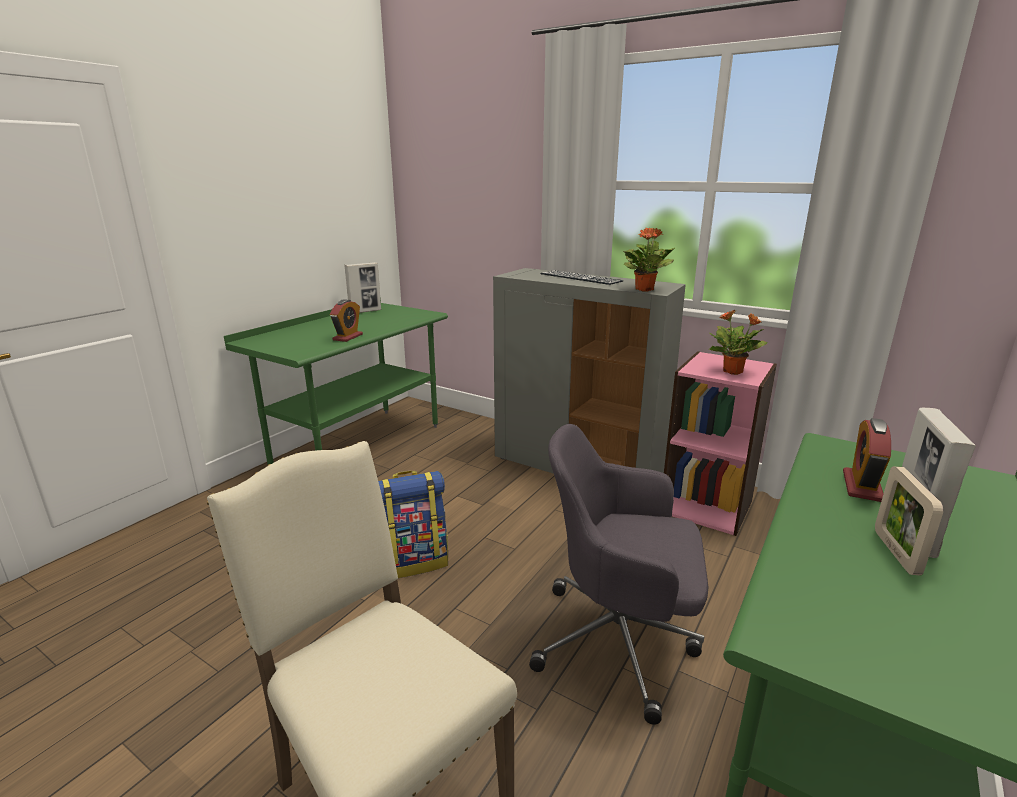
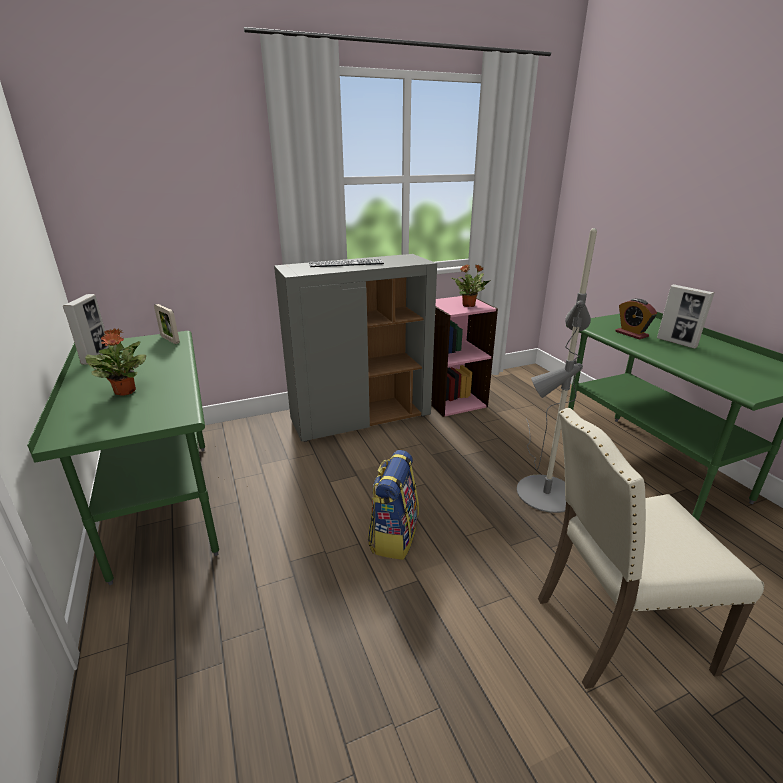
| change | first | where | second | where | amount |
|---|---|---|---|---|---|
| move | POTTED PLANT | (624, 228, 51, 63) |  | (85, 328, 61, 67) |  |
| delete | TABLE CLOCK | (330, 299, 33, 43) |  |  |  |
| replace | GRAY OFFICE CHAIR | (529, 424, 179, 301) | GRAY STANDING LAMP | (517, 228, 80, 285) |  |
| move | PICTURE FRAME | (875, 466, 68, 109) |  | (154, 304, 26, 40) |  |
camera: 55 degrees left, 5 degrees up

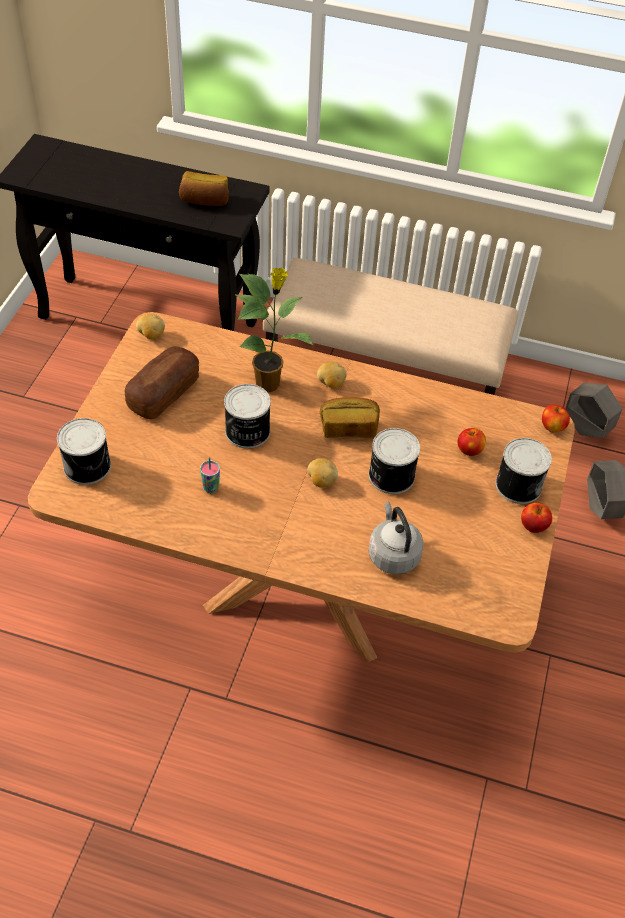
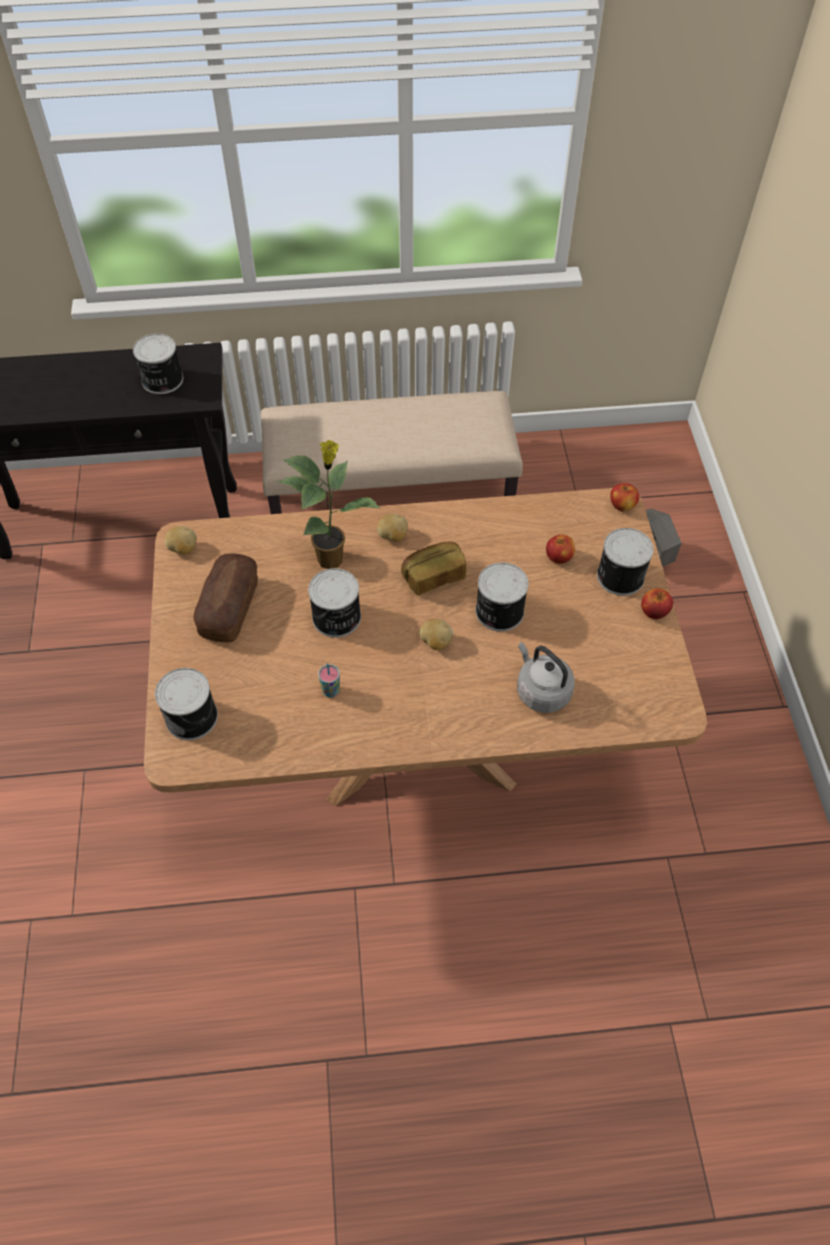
| change | first | where | second | where | amount |
|---|---|---|---|---|---|
| replace | BAKERY BREAD | (179, 171, 50, 35) | SEALED CAN | (133, 334, 50, 60) |  |
| delete | GRAY PLANT POT | (565, 383, 58, 55) |  |  |  |
camera: 20 degrees left, 5 degrees up

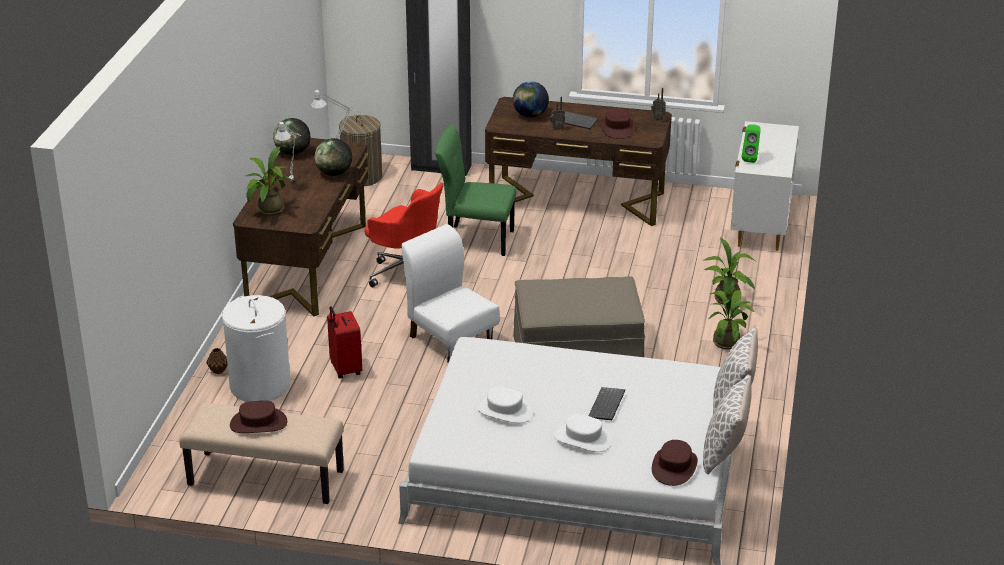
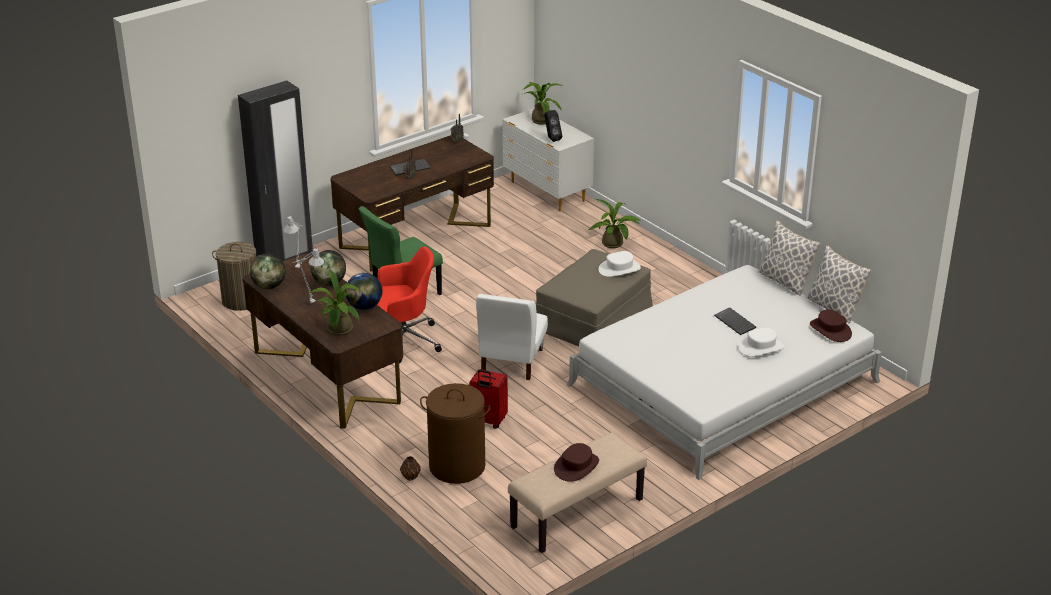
| change | first | where | second | where | amount |
|---|---|---|---|---|---|
| move | DESK GLOBE | (513, 81, 36, 37) |  | (345, 273, 38, 37) |  |
| delete | BROWN-COLOURED HAT | (600, 108, 35, 31) |  |  |  |
| recolor | GREEN-COLOURED SPEAKER | (742, 124, 19, 39) | BLACK SPEAKER | (544, 110, 18, 32) |  |
| rotate | WHITE CHAIR | (402, 224, 98, 139) |  | (476, 294, 72, 86) | 75 degrees counterclockwise |
| move | POTTED PLANT | (708, 290, 46, 59) |  | (524, 82, 39, 43) |  |
| recolor | WHITE LAUNDRY BASKET | (222, 295, 68, 107) | BROWN-COLOURED LAUNDRY BASKET | (420, 383, 71, 101) |  |
| move | WHITE HAT | (477, 387, 56, 36) |  | (598, 251, 43, 26) |  |
camera: 50 degrees left, 0 degrees up

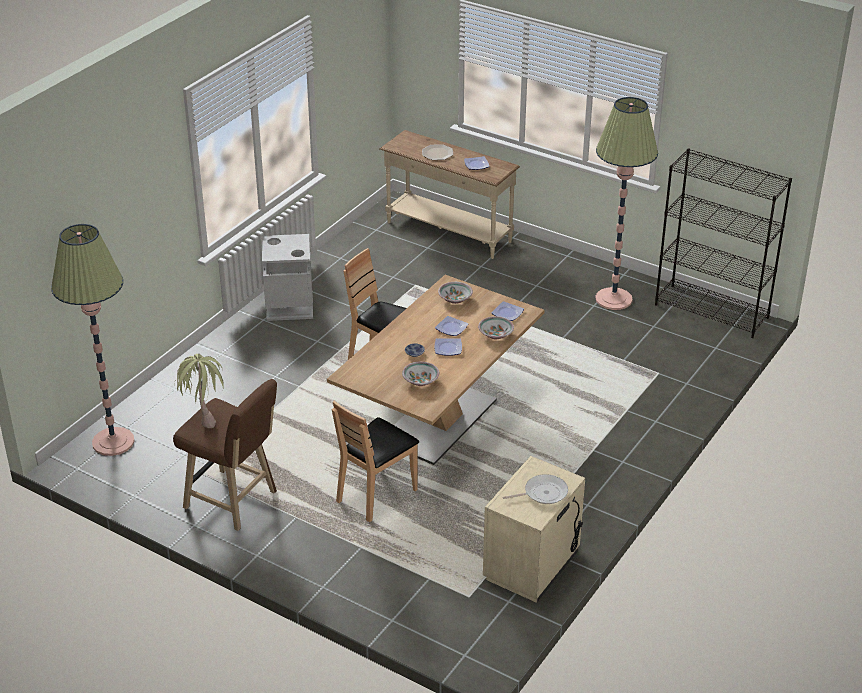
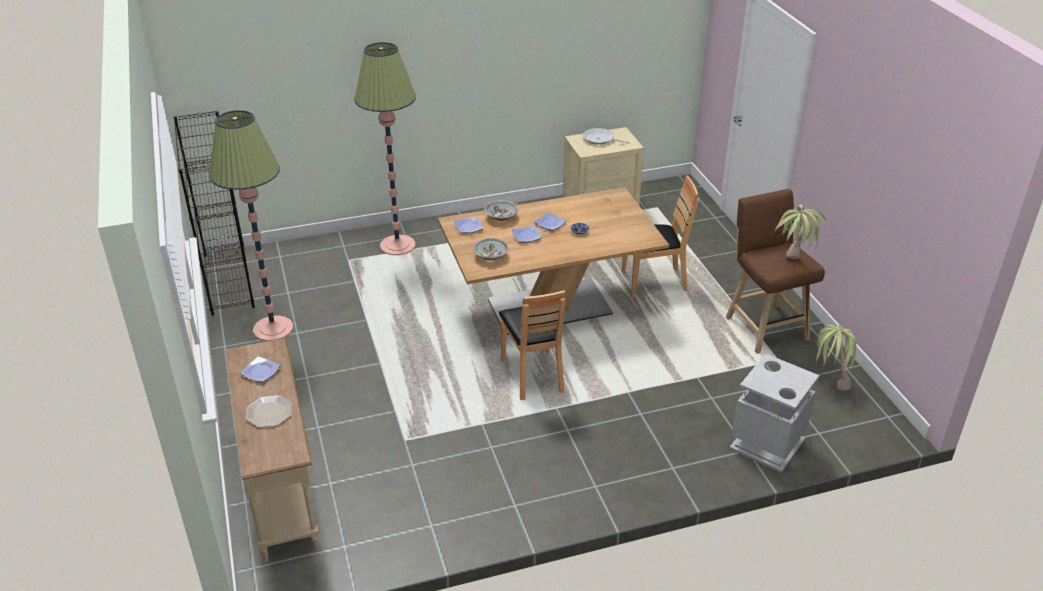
| change | first | where | second | where | amount |
|---|---|---|---|---|---|
| move | STANDING LAMP | (51, 224, 83, 232) |  | (354, 42, 62, 213) |  |
| move | GRAY WASTE BIN | (262, 234, 51, 87) |  | (729, 353, 90, 120) |  |
| delete | DEEP DISH | (402, 362, 37, 24) |  |  |  |
| insert |  |  | POTTED PLANT | (816, 325, 43, 66) |  |
camera: 140 degrees left, 0 degrees up

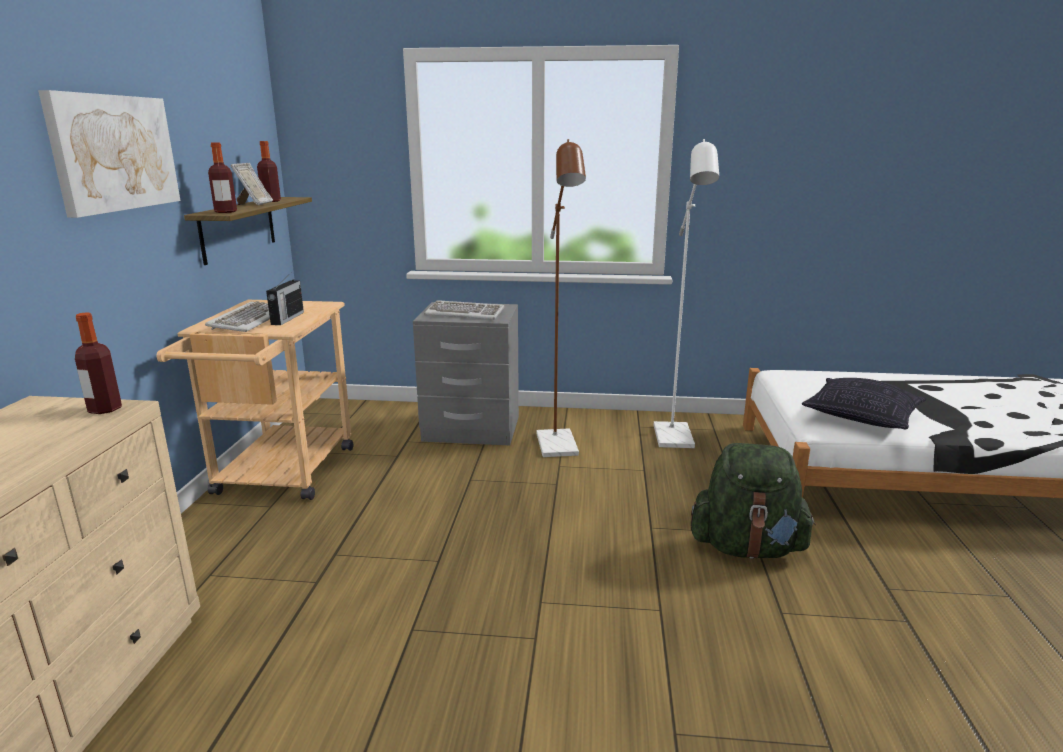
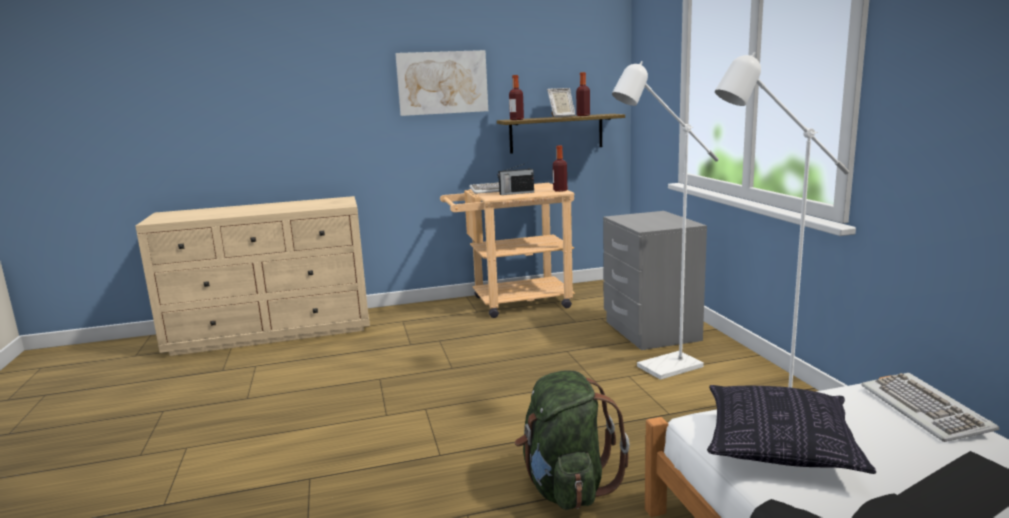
| change | first | where | second | where | amount |
|---|---|---|---|---|---|
| recolor | BROWN-COLOURED STANDING LAMP | (537, 139, 49, 318) | WHITE STANDING LAMP | (612, 61, 107, 319) |  |
| move | KEYBOARD | (424, 300, 81, 19) |  | (862, 373, 137, 69) |  |
| move | BEVERAGE BOTTLE | (75, 312, 47, 102) |  | (553, 145, 14, 47) |  |
camera: 70 degrees right, 5 degrees down

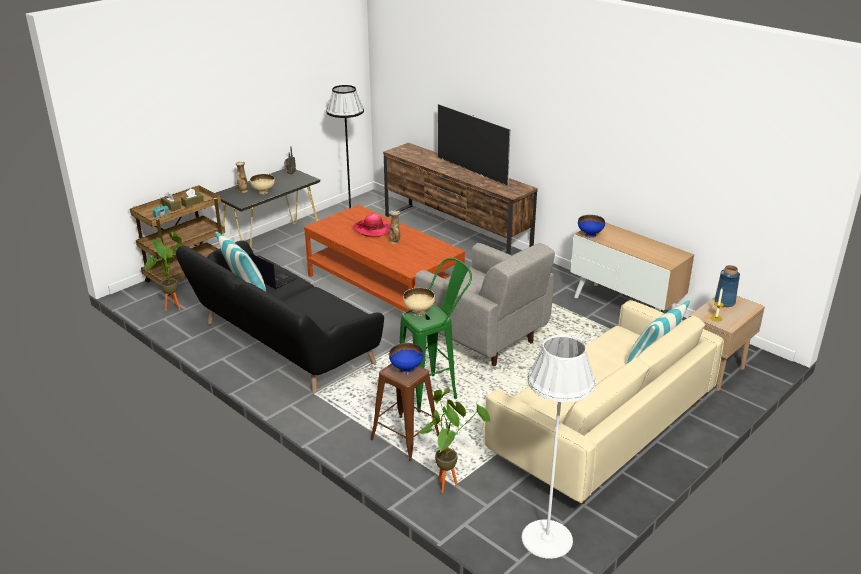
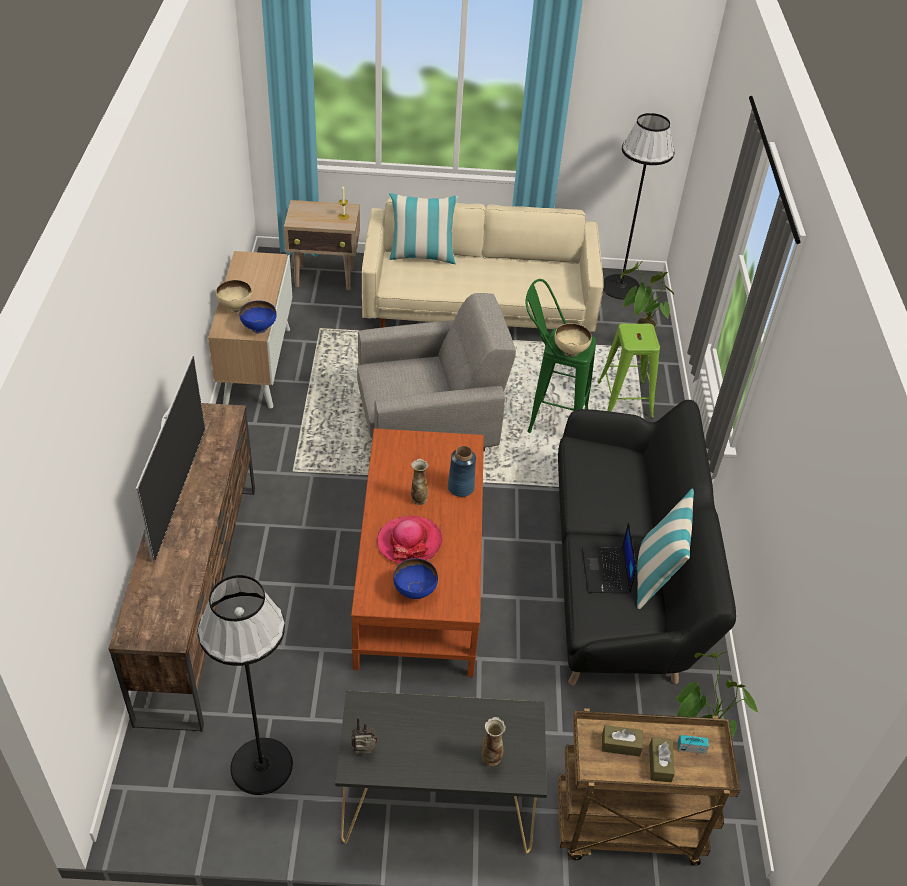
| change | first | where | second | where | amount |
|---|---|---|---|---|---|
| move | BEIGE DEEP DISH | (250, 174, 25, 20) |  | (216, 280, 36, 32) |  |
| rotate | GRAY EASY CHAIR | (415, 243, 140, 123) |  | (357, 293, 159, 158) | 75 degrees clockwise |
| move | BLUE VASE | (715, 265, 25, 42) |  | (448, 446, 28, 51) |  |
| recolor | WHITE STANDING LAMP | (522, 335, 74, 224) | BLACK STANDING LAMP | (603, 113, 71, 187) |  |
| move | BLUE DEEP DISH | (389, 343, 34, 31) |  | (393, 558, 45, 41) |  |
| recolor | BROWN-COLOURED SITTING STOOL | (370, 363, 69, 98) | GREEN-COLOURED SITTING STOOL | (597, 323, 63, 95) |  |
camera: 135 degrees left, 15 degrees up

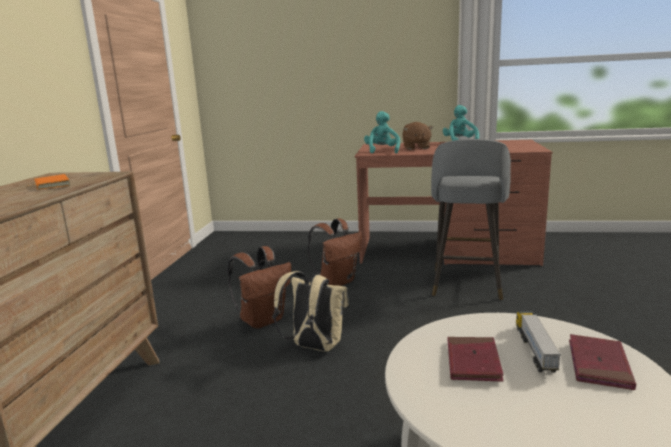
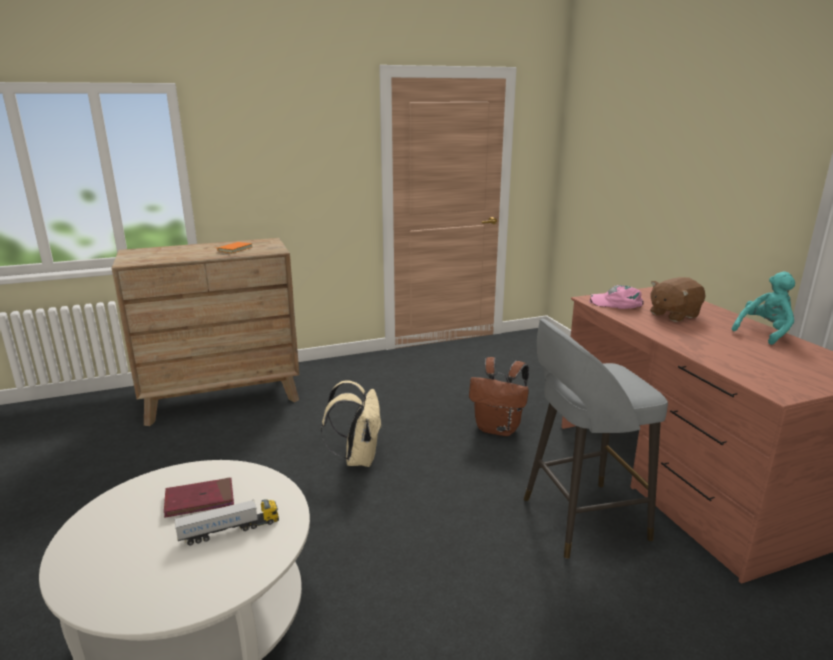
| change | first | where | second | where | amount |
|---|---|---|---|---|---|
| replace | BLUE-GREEN SOFT TOY | (364, 111, 36, 43) | PINK-COLOURED PEAKED CAP | (589, 285, 55, 24) |  |
| delete | BROWN-COLOURED KNAPSACK | (227, 246, 64, 83) |  |  |  |
| delete | REDDISH BOOK | (569, 334, 67, 56) |  |  |  |
camera: 60 degrees right, 5 degrees up

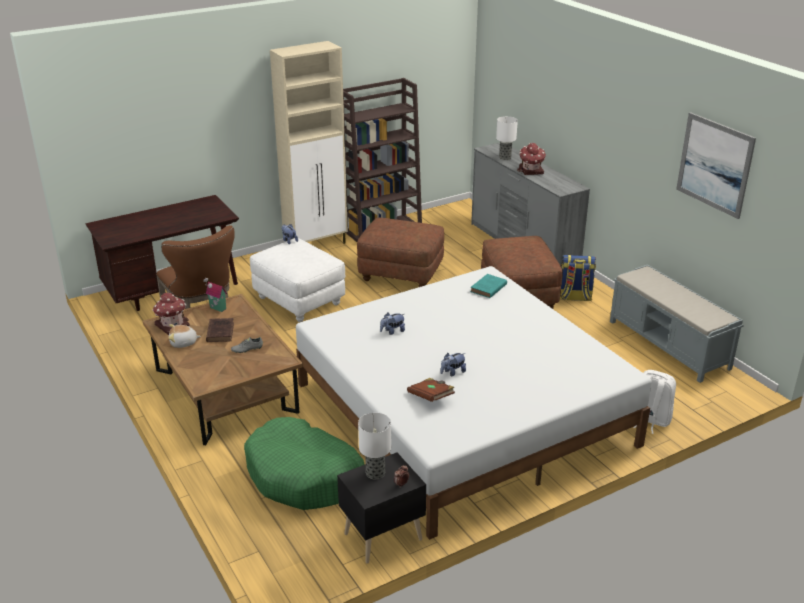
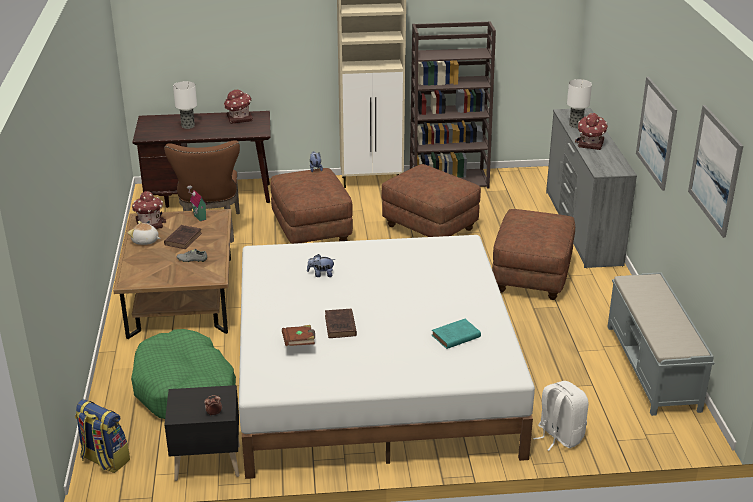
| change | first | where | second | where | amount |
|---|---|---|---|---|---|
| recolor | WHITE OTTOMAN | (250, 238, 95, 84) | BROWN-COLOURED OTTOMAN | (271, 168, 82, 76) |  |
| move | KNAPSACK | (560, 255, 36, 46) |  | (75, 399, 55, 74) |  |
| move | BLUE-GREEN BOOK | (470, 274, 37, 24) |  | (432, 319, 49, 30) |  |
| replace | SOFT TOY | (440, 353, 26, 23) | BROWN-COLOURED BOOK | (325, 308, 32, 30) |  |
| move | TABLETOP LAMP | (358, 413, 33, 66) |  | (173, 81, 24, 48) |  |
| insert |  |  | PICTURE | (636, 77, 41, 114) |  |
| insert |  |  | MODEL HOUSE | (224, 89, 29, 35) |  |
camera: 25 degrees right, 0 degrees up

